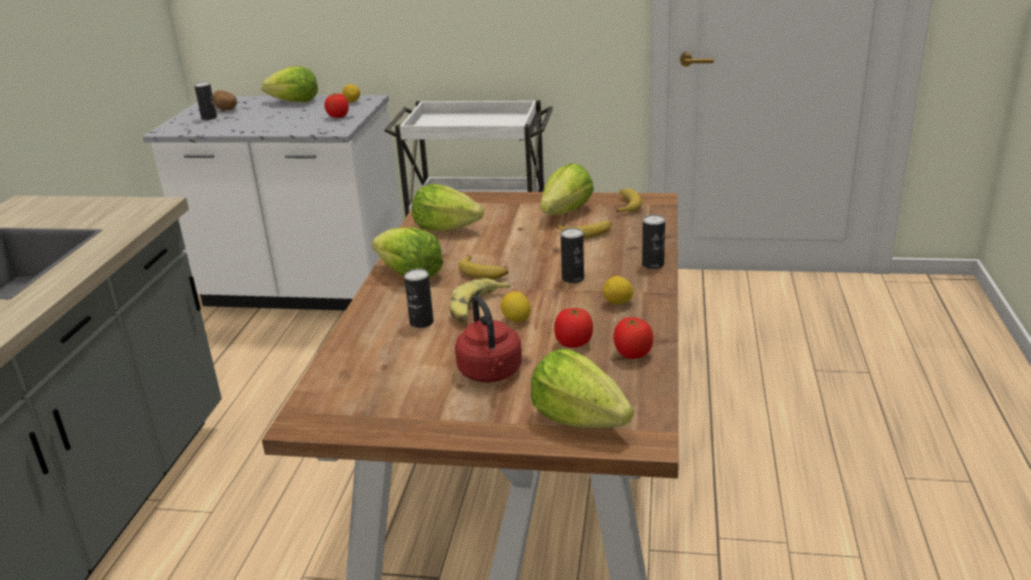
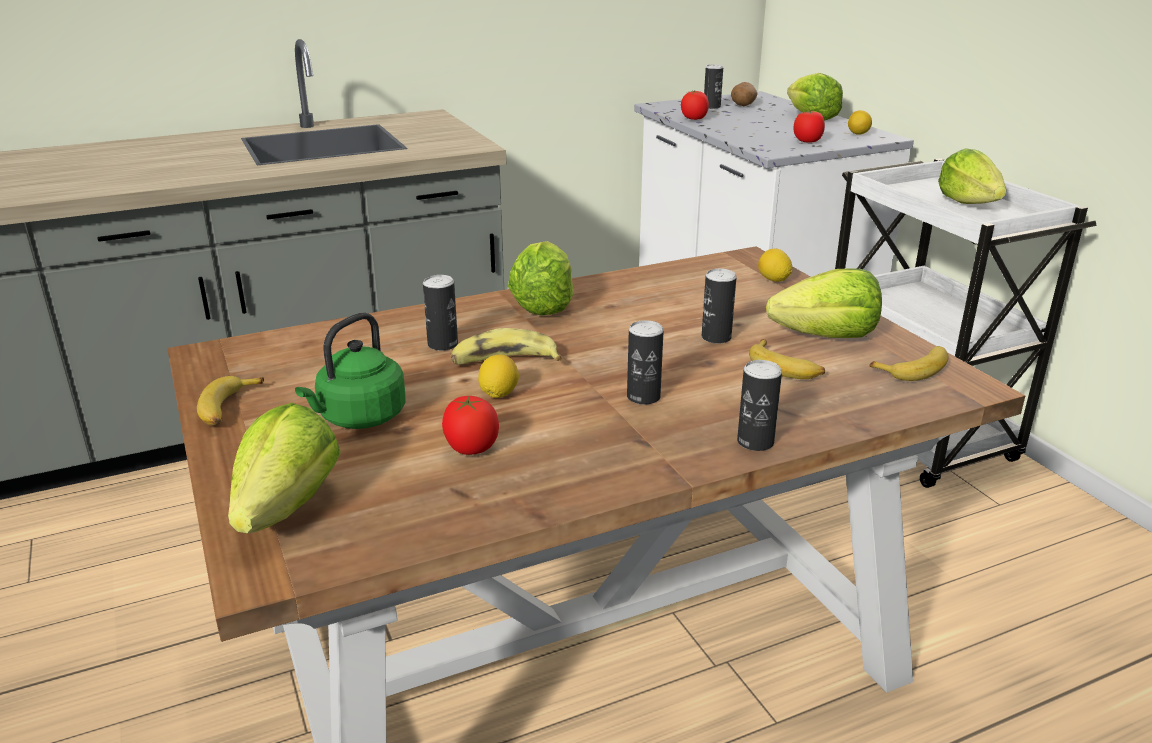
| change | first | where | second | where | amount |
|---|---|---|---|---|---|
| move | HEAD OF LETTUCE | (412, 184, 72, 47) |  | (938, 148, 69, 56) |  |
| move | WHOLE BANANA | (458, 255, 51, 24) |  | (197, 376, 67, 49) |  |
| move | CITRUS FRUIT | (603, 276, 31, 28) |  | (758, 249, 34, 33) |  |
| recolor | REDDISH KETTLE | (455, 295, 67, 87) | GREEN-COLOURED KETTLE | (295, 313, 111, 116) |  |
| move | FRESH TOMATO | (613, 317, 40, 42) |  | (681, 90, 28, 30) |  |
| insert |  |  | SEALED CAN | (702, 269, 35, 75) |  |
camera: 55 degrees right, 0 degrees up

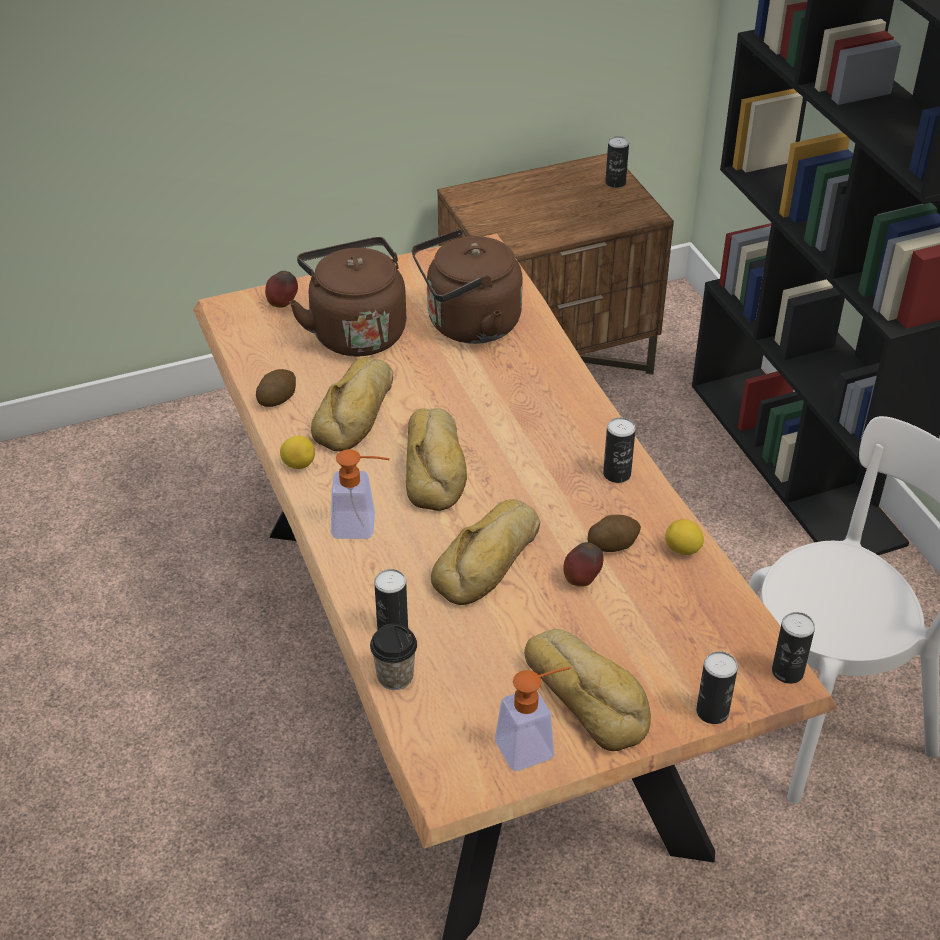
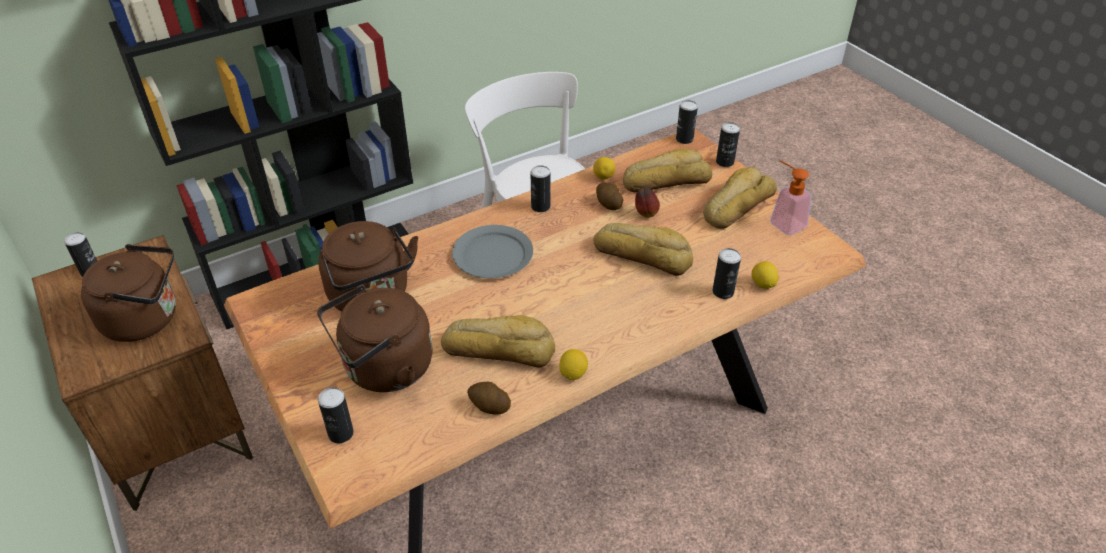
| change | first | where | second | where | amount |
|---|---|---|---|---|---|
| replace | APPLE | (265, 271, 33, 37) | SEALED CAN | (318, 387, 36, 56) |  |
| move | BAKERY BREAD | (406, 408, 61, 103) |  | (623, 148, 89, 44) |  |
| delete | SOAP DISPENSER | (331, 449, 59, 90) |  |  |  |
| replace | DRINKING CUP | (370, 624, 47, 66) | CITRUS FRUIT | (752, 261, 26, 28) |  |
| insert |  |  | GRAY PLATE | (452, 225, 81, 53) |  |
| insert |  |  | BROWN-COLOURED KETTLE | (81, 244, 95, 98) |  |
camera: 100 degrees left, 0 degrees up

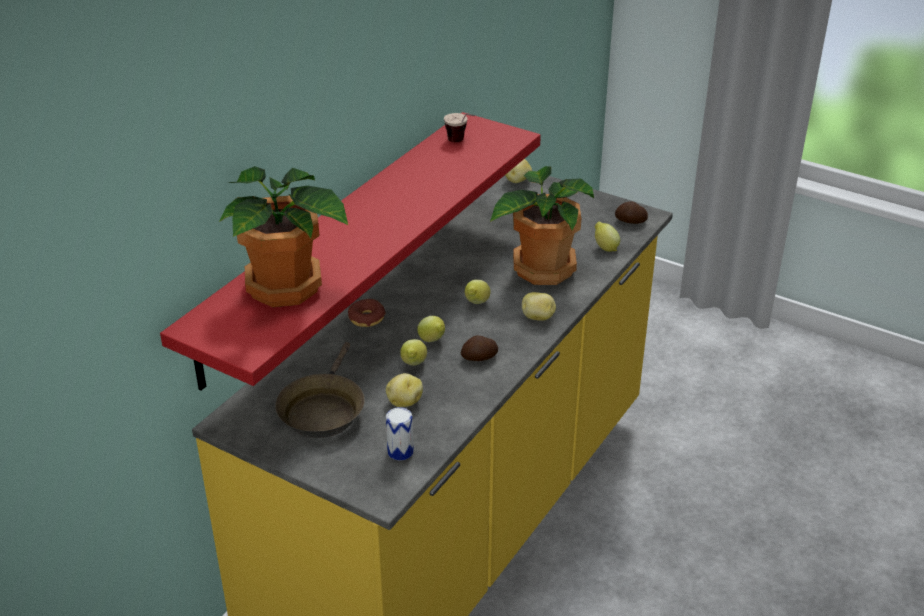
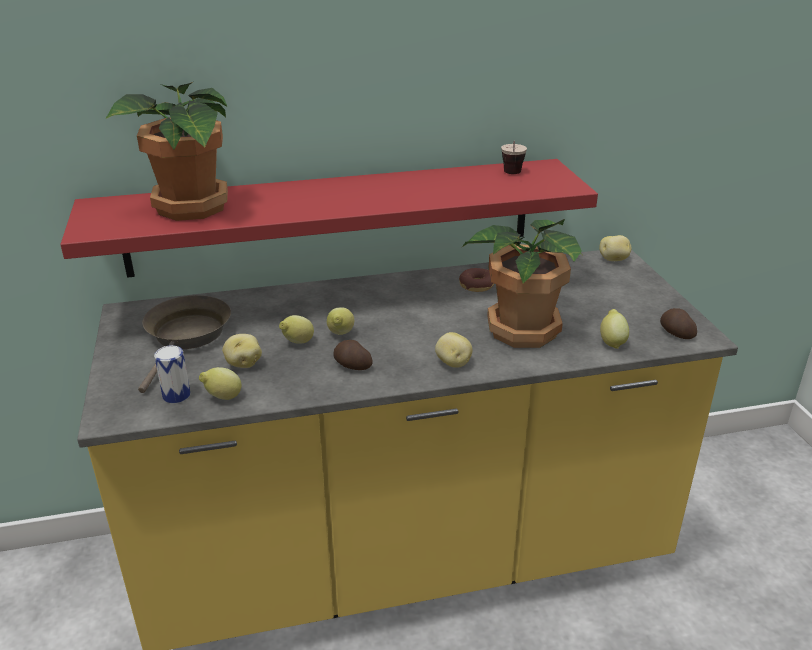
| change | first | where | second | where | amount |
|---|---|---|---|---|---|
| move | CITRUS FRUIT | (465, 280, 25, 24) |  | (199, 367, 42, 33) |  |
| move | DONUT | (348, 299, 38, 28) |  | (459, 268, 35, 24) |  |
| rotate | BROWN-COLOURED FRYING PAN | (275, 342, 90, 96) |  | (138, 295, 93, 98) | 135 degrees clockwise |
camera: 45 degrees right, 5 degrees down

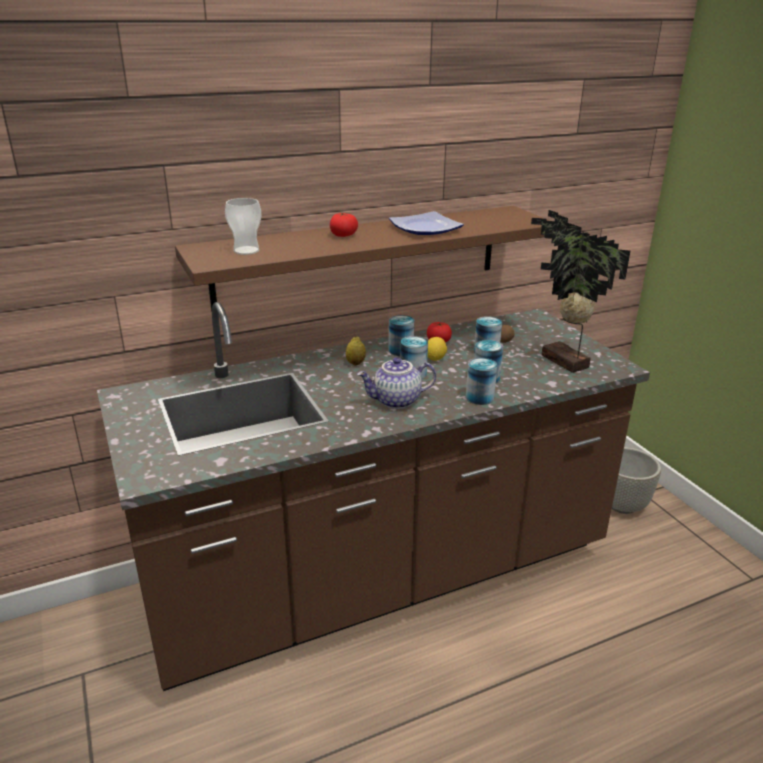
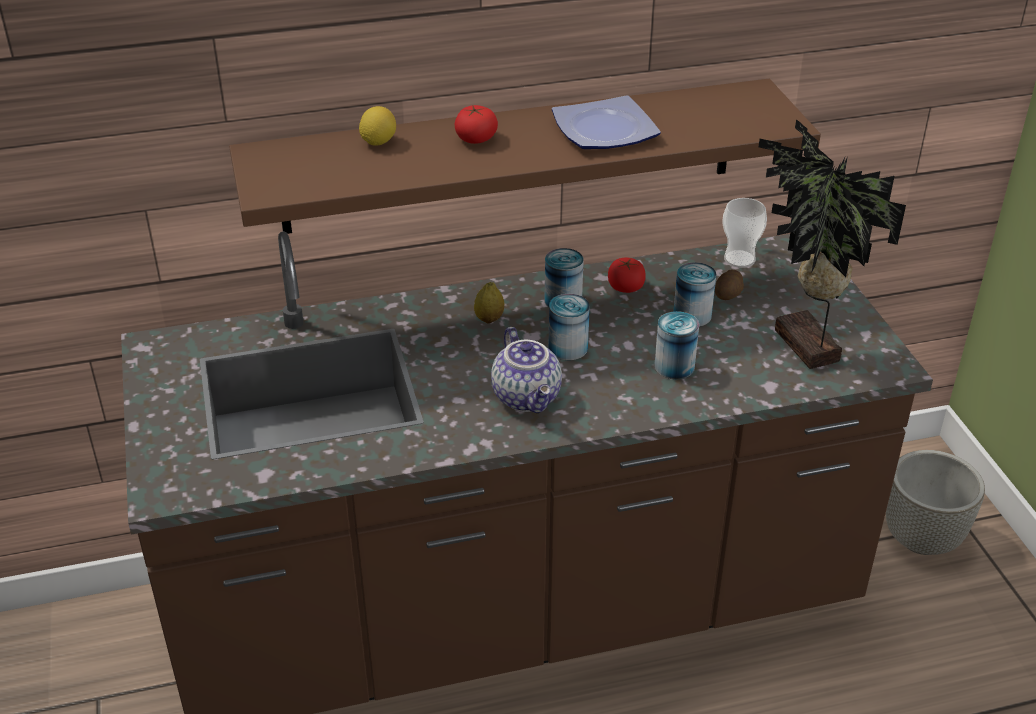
| change | first | where | second | where | amount |
|---|---|---|---|---|---|
| move | DRINKING CUP | (225, 198, 37, 57) |  | (722, 198, 45, 70) |  |
| move | CITRUS FRUIT | (427, 337, 20, 24) |  | (359, 106, 37, 40) |  |
| rotate | POT FOR TEA | (357, 357, 79, 52) |  | (491, 327, 71, 86) | 105 degrees counterclockwise |
| delete | SEALED CAN | (466, 358, 31, 47) |  |  |  |
camera: 10 degrees right, 10 degrees up

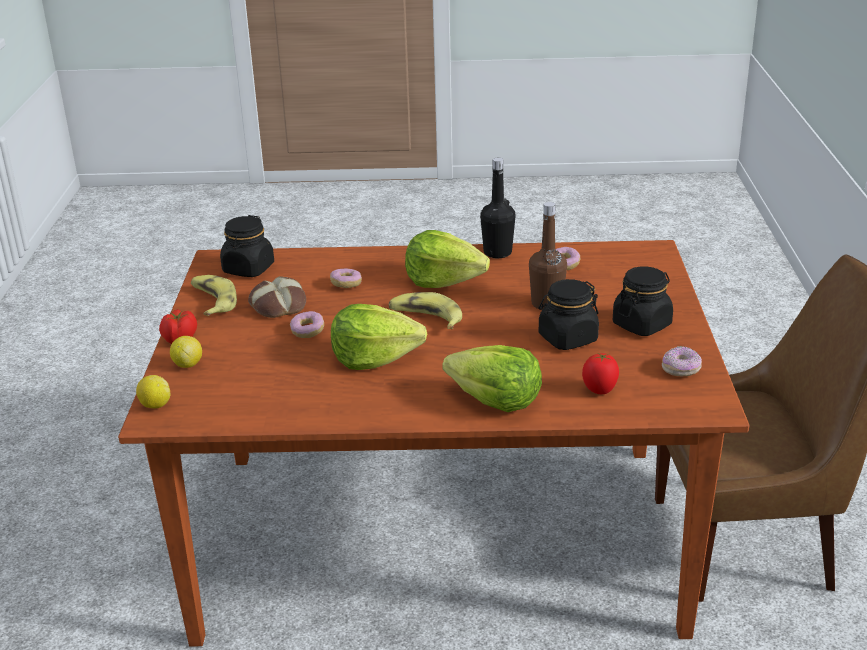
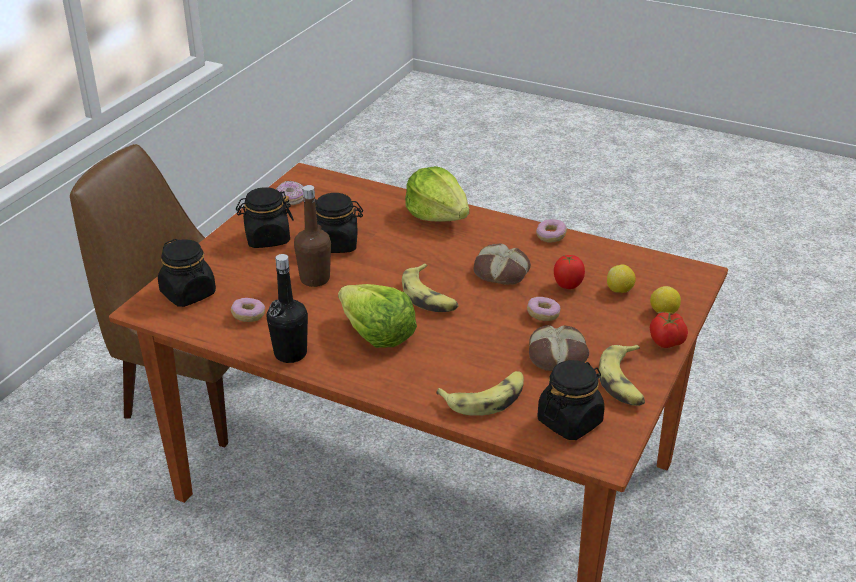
| change | first | where | second | where | amount |
|---|---|---|---|---|---|
| move | DONUT | (330, 269, 32, 19) |  | (536, 219, 31, 24) |  |
| replace | HEAD OF LETTUCE | (331, 304, 96, 66) | BAKERY BREAD | (474, 244, 57, 41) |  |
| move | FRESH TOMATO | (582, 353, 37, 41) |  | (554, 255, 31, 34) |  |
| move | CITRUS FRUIT | (136, 375, 35, 33) |  | (607, 264, 29, 29) |  |
| insert |  |  | BLACK STORAGE JAR | (158, 239, 58, 68) |  |
| insert |  |  | WHOLE BANANA | (436, 371, 88, 45) |  |
camera: 155 degrees left, 5 degrees up

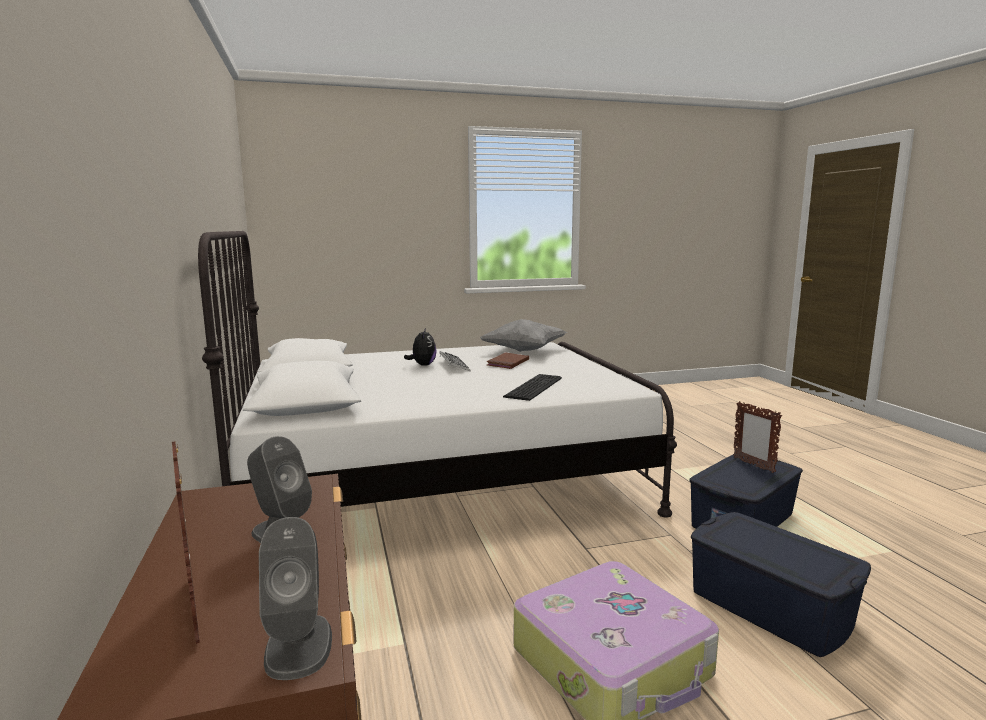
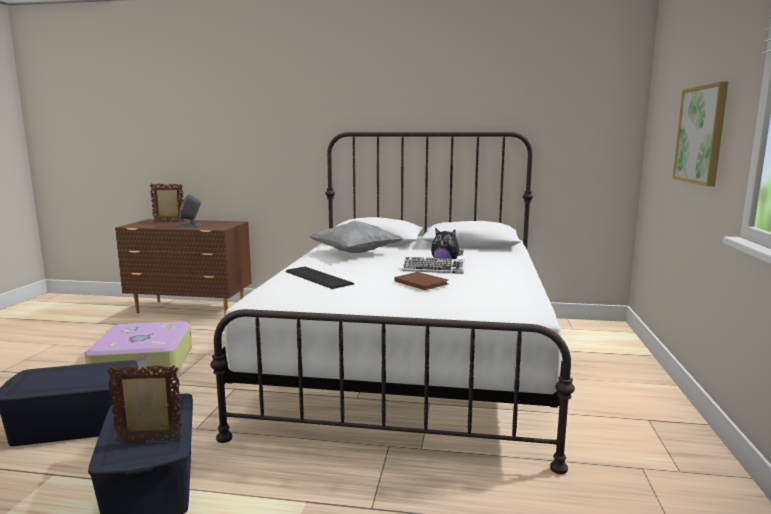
| change | first | where | second | where | amount |
|---|---|---|---|---|---|
| move | GRAY THROW PILLOW | (480, 319, 88, 33) |  | (309, 221, 94, 32) |  |
| delete | GRAY SPEAKER | (259, 517, 73, 163) |  |  |  |
| insert |  |  | PICTURE | (672, 81, 56, 105) |  |
camera: 115 degrees right, 0 degrees up

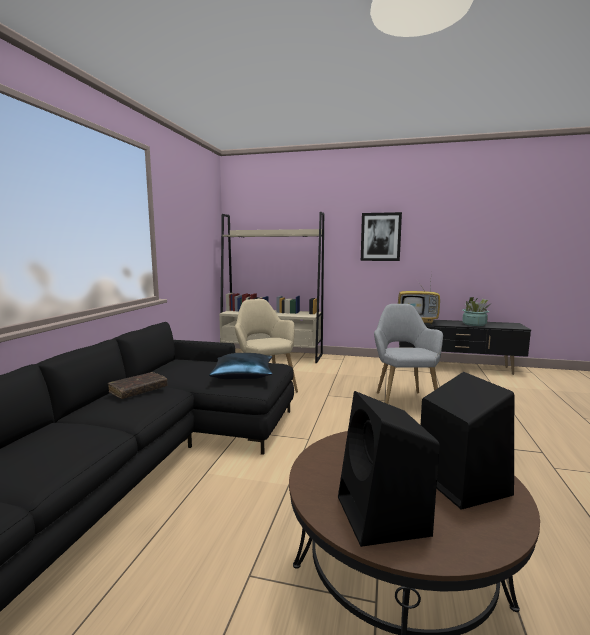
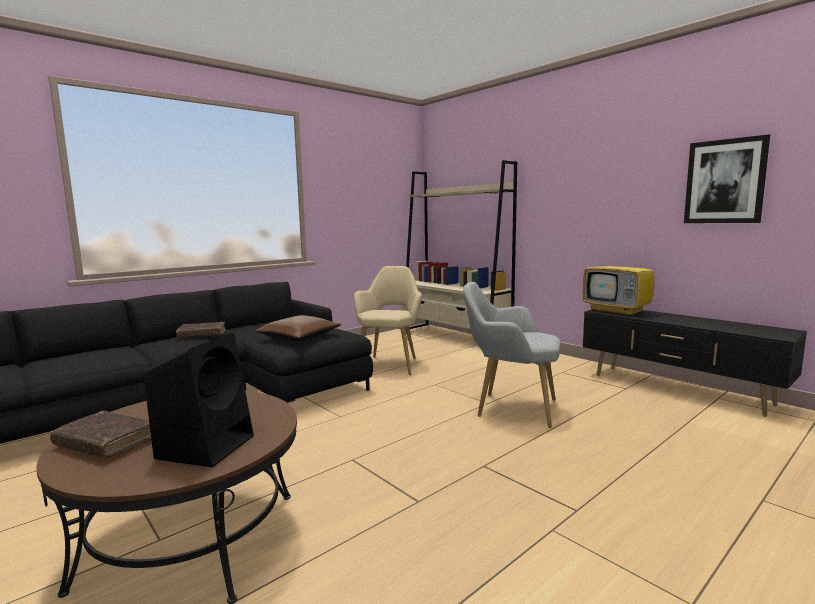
| change | first | where | second | where | amount |
|---|---|---|---|---|---|
| move | PICTURE | (361, 212, 41, 49) |  | (684, 134, 86, 89) |  |
| delete | POTTED PLANT | (462, 297, 30, 29) |  |  |  |
| rotate | GRAY EASY CHAIR | (374, 304, 69, 100) |  | (463, 282, 98, 146) | 105 degrees counterclockwise |
| recolor | BLUE THROW PILLOW | (209, 353, 63, 26) | BROWN-COLOURED THROW PILLOW | (256, 315, 86, 26) |  |
| replace | BLACK SPEAKER | (338, 391, 102, 156) | BROWN-COLOURED BOOK | (50, 411, 101, 47) |  |
camera: 35 degrees right, 0 degrees up

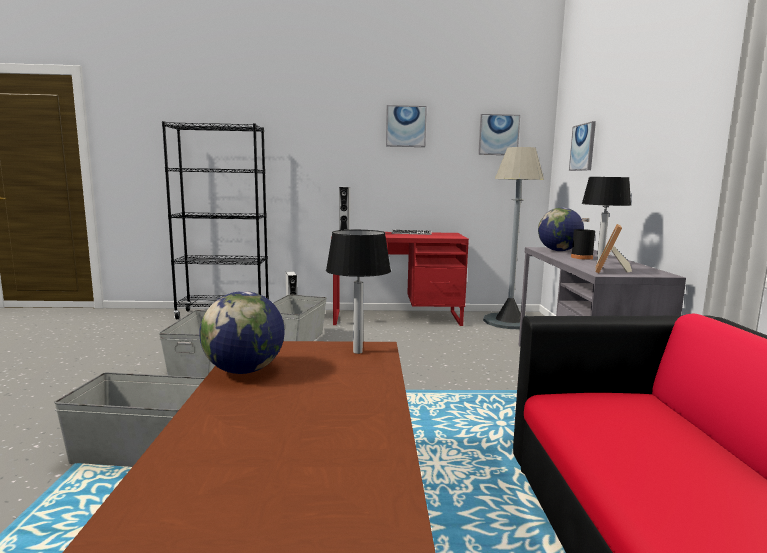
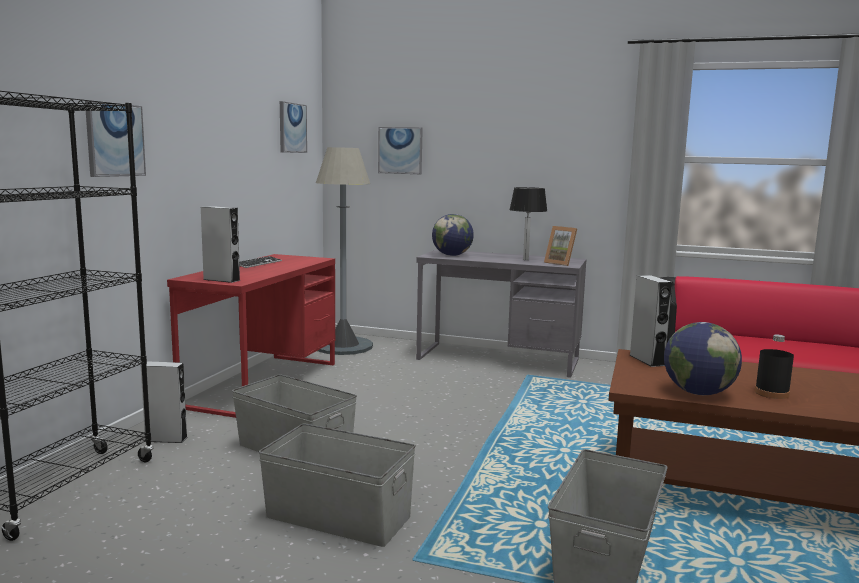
| change | first | where | second | where | amount |
|---|---|---|---|---|---|
| move | PICTURE | (386, 105, 41, 42) |  | (85, 101, 61, 76) |  |
| move | BLACK BEVERAGE BOTTLE | (571, 218, 24, 42) |  | (755, 334, 39, 65) |  |
| replace | TABLETOP LAMP | (326, 230, 65, 124) | GRAY SPEAKER | (630, 275, 43, 92) |  |
camera: 70 degrees left, 0 degrees up

